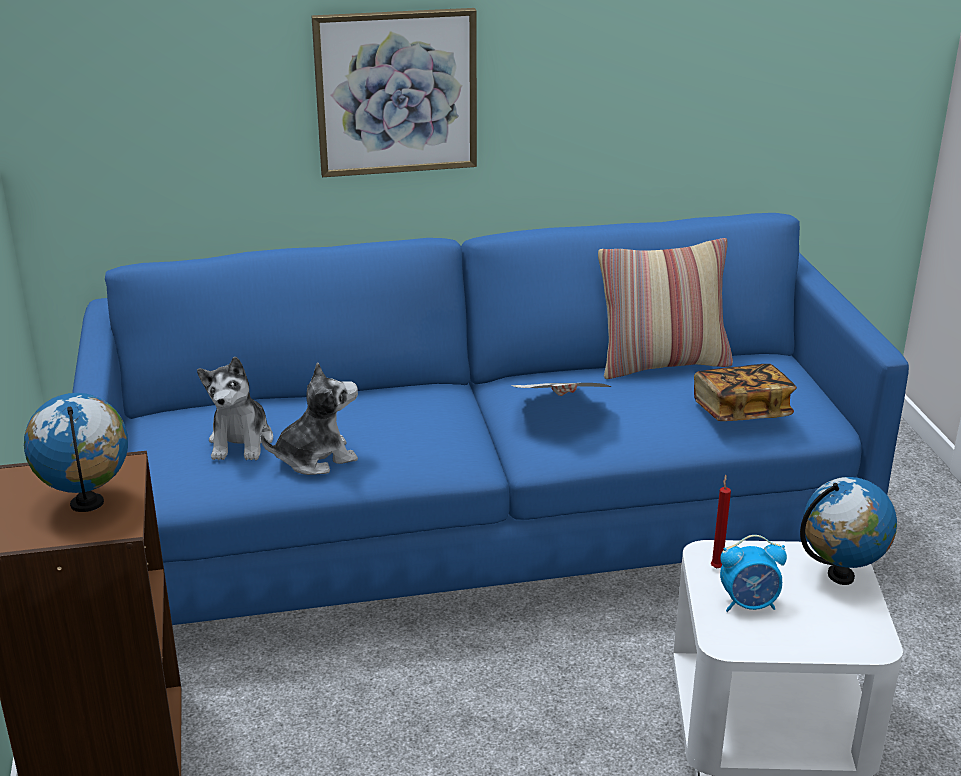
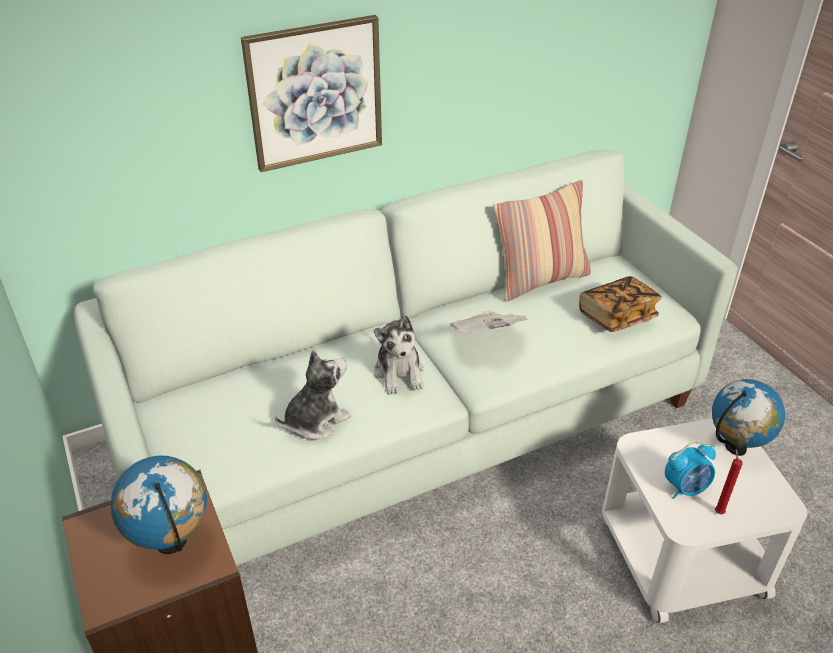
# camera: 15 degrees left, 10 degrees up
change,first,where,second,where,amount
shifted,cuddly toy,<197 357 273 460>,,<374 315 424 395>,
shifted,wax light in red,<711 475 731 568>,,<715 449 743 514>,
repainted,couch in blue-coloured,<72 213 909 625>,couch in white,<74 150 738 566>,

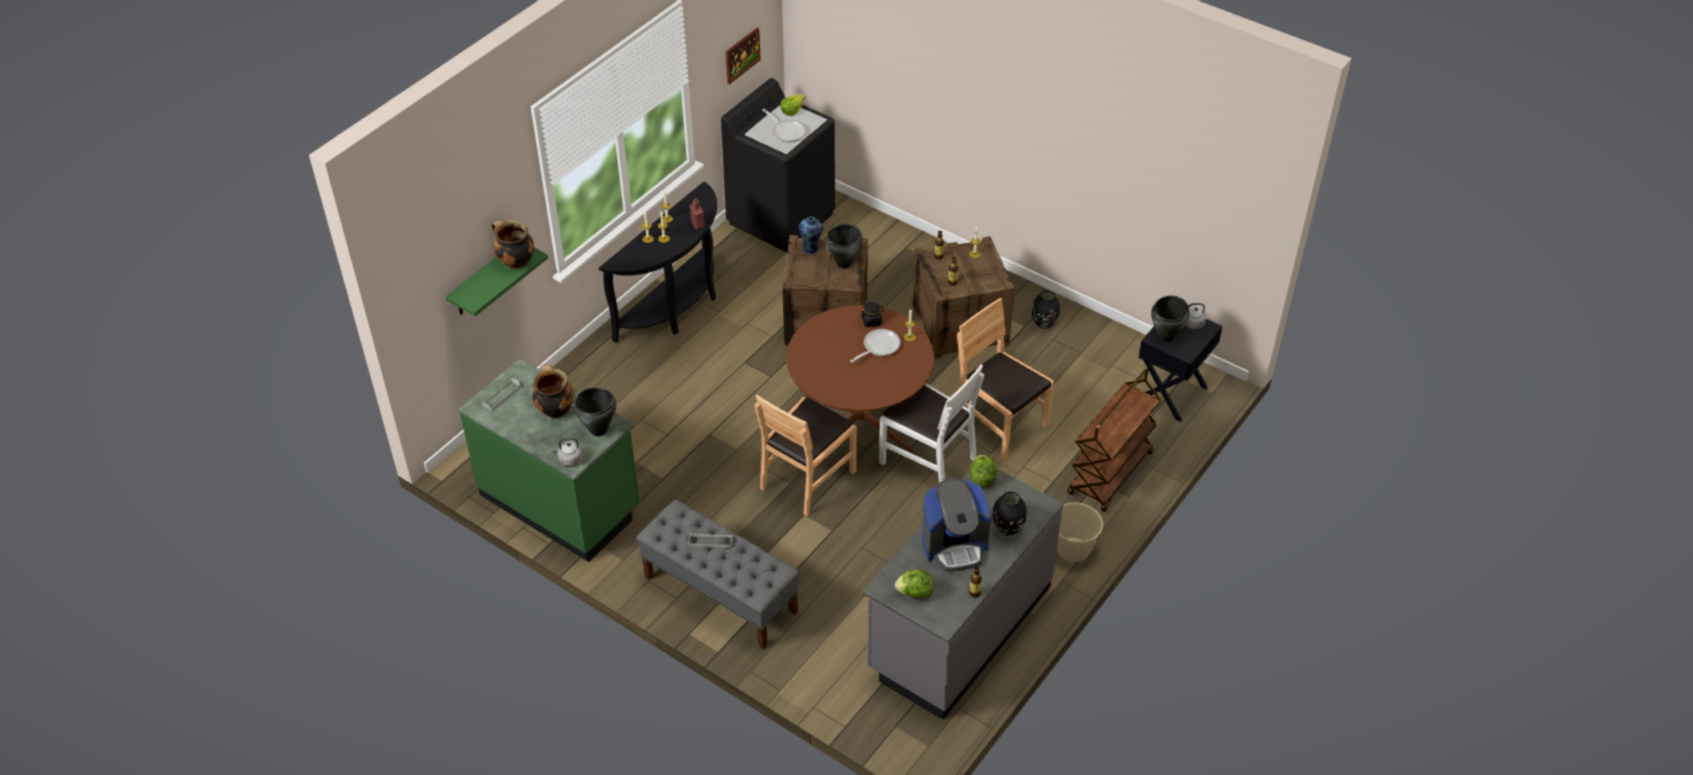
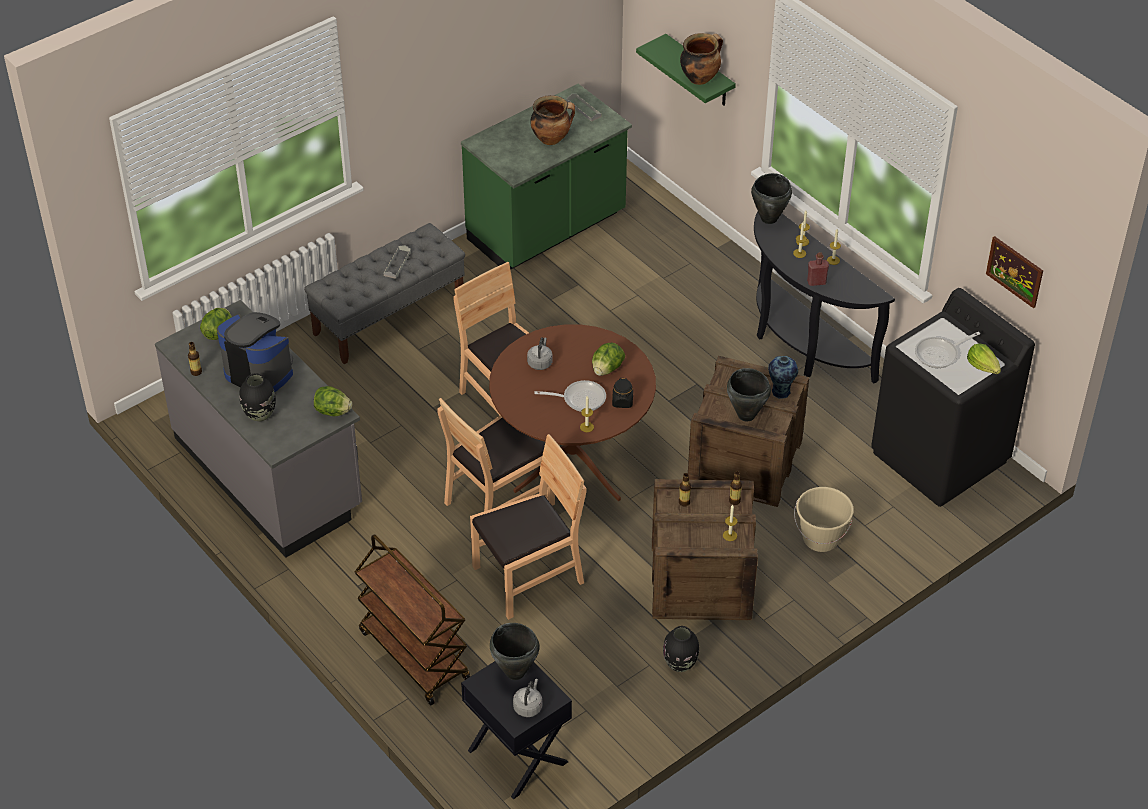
# camera: 105 degrees right, 0 degrees up
change,first,where,second,where,amount
new,,,lettuce head,<592 343 625 376>,
shifted,tea kettle in grey,<550 438 583 466>,,<527 337 553 370>,
shifted,saucepot in black,<573 387 616 436>,,<751 173 792 224>,
shifted,water bucket in sand-coloured,<1057 502 1103 562>,,<794 487 854 552>,
repainted,chair in white,<879 364 984 483>,chair in brown,<437 398 555 511>,
rotated,pan,<850 329 901 362>,,<534 380 606 412>,60 degrees counterclockwise
rotated,coffee machine,<922 478 991 571>,,<217 312 293 392>,120 degrees clockwise

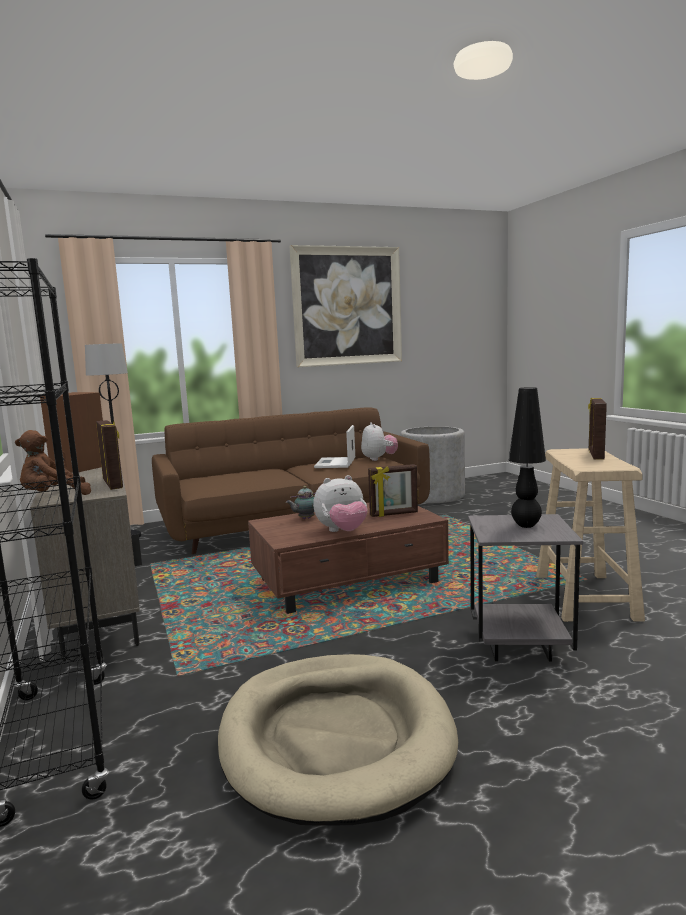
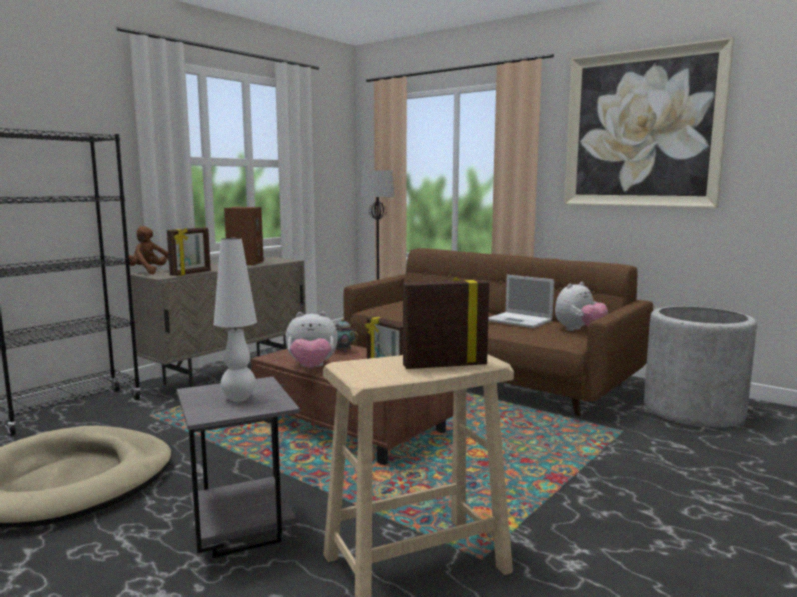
# camera: 60 degrees right, 0 degrees up
change,first,where,second,where,amount
repainted,lamp for a table in black,<509 387 546 528>,lamp for a table in white,<214 238 257 402>,
rotated,cuddly toy,<313 475 368 532>,,<285 312 338 368>,45 degrees counterclockwise
rotated,portable computer,<314 425 355 468>,,<488 275 554 328>,120 degrees counterclockwise

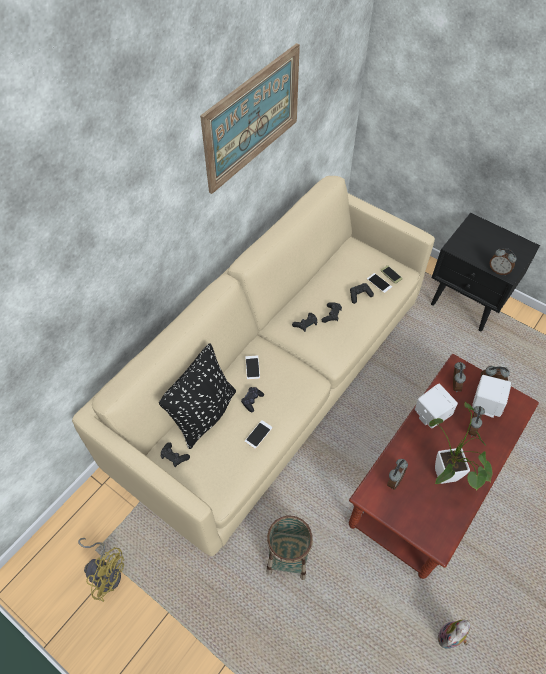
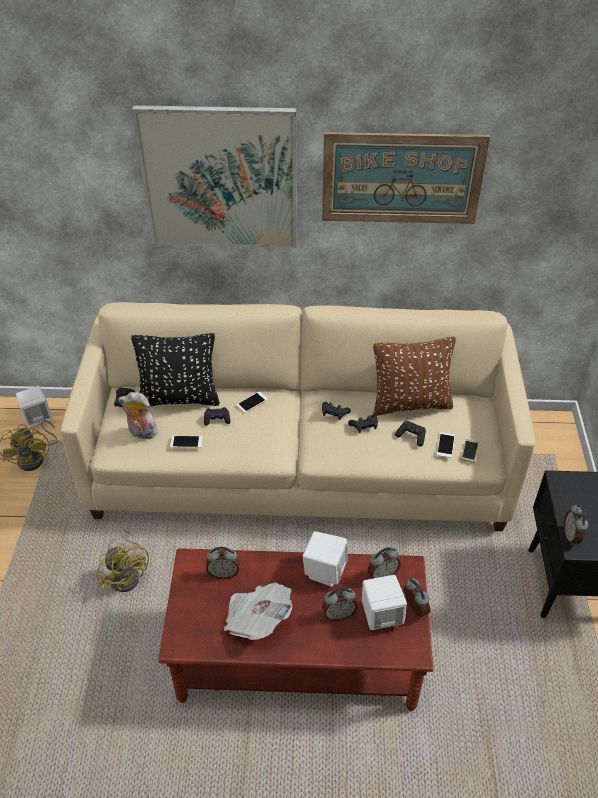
# camera: 55 degrees right, 10 degrees down
change,first,where,second,where,amount
new,,,audio speaker in white,<16 386 52 428>,
new,,,wall art,<132 105 297 248>,
new,,,pillow in brown,<373 337 456 416>,
shifted,cuddly toy,<438 619 470 649>,,<118 392 158 439>,
swapped,basket,<266 516 313 580>,cooling fan in yellowish,<97 530 149 592>,
swapped,houseplant,<429 401 493 491>,newspaper,<224 582 292 640>,

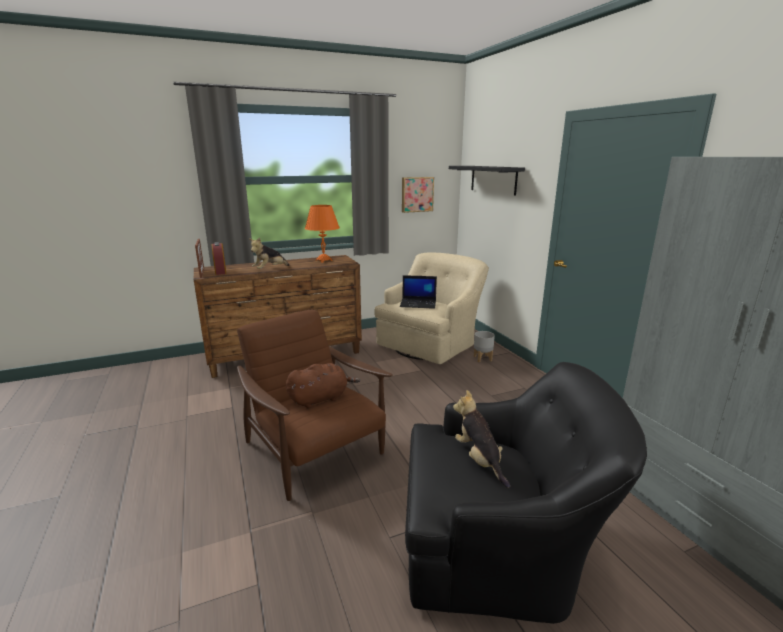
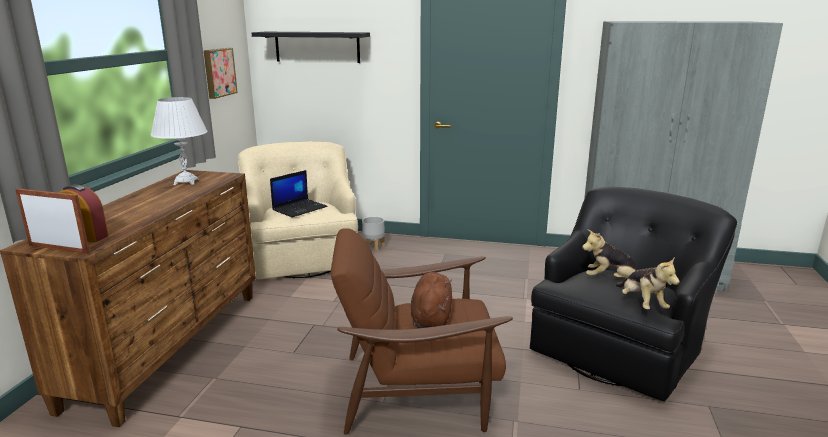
# camera: 55 degrees left, 0 degrees up
change,first,where,second,where,amount
shifted,cuddly toy,<249 238 289 269>,,<615 258 680 309>,
repainted,lamp for a table in orange,<305 205 340 263>,lamp for a table in white,<151 97 207 185>,

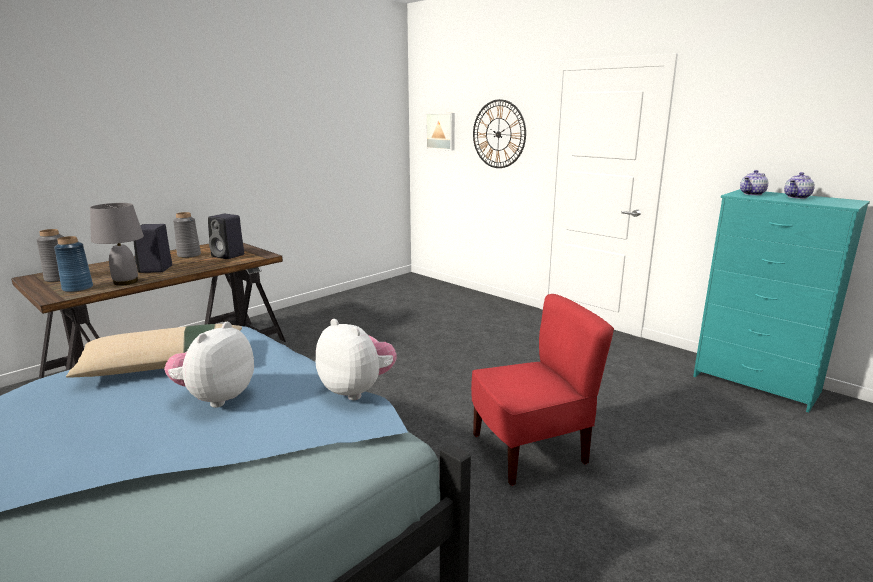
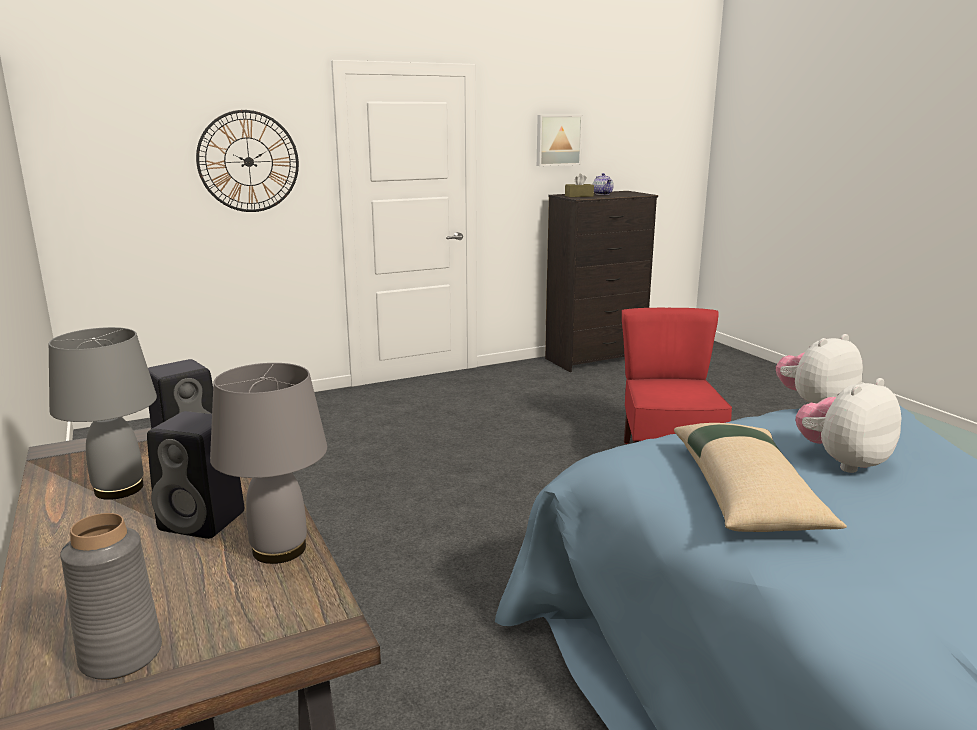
# camera: 70 degrees left, 0 degrees up
change,first,where,second,where,amount
gone,vase in blue-coloured,<54 236 93 293>,,,
shifted,wall art,<426 113 455 151>,,<537 115 583 166>,
swapped,vase in grey,<173 212 201 258>,lamp for a table in grey,<49 327 157 500>,
swapped,pot for tea,<740 170 768 195>,tissue holder in brown,<565 174 594 197>,
repainted,chest of drawers in turquoise-coloured,<693 189 870 413>,chest of drawers in black,<545 191 658 372>,
rotated,cuddly toy,<164 322 254 408>,,<796 378 901 473>,105 degrees clockwise

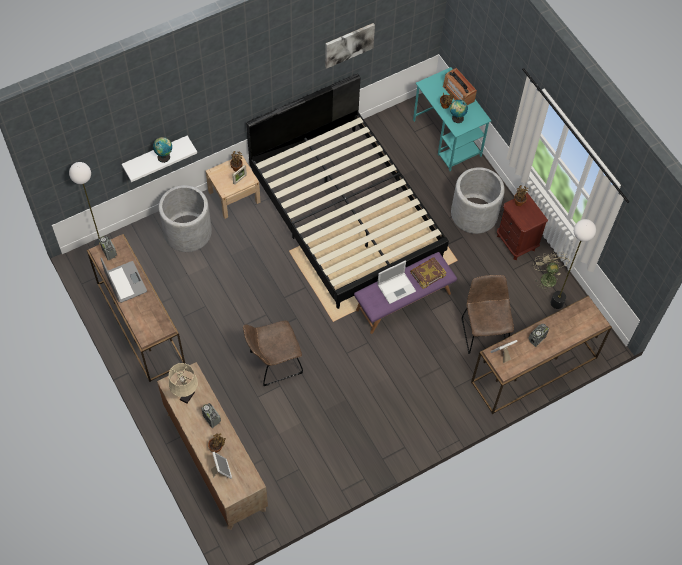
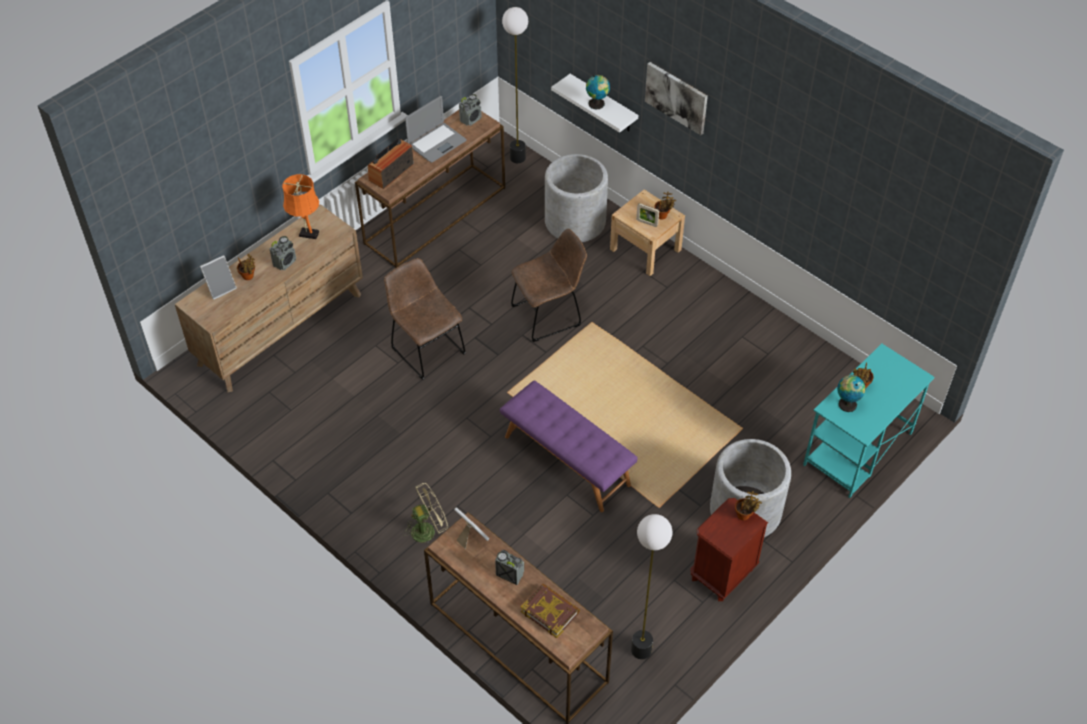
# camera: 75 degrees right, 10 degrees down
change,first,where,second,where,amount
gone,sleeping bed in black,<246 74 449 309>,,,
gone,portable computer,<377 260 416 304>,,,
shifted,wall art,<325 23 375 68>,,<645 62 708 135>,
shifted,book,<410 257 447 289>,,<521 584 580 638>,
shifted,radio set,<443 68 477 105>,,<368 139 414 189>,
shifted,chair in brown,<461 275 514 354>,,<511 229 587 342>,
shifted,cooling fan in sand-coloured,<533 252 570 291>,,<403 483 448 543>,
repainted,lamp for a table in sand-coloured,<169 363 198 404>,lamp for a table in orange,<282 174 319 239>,

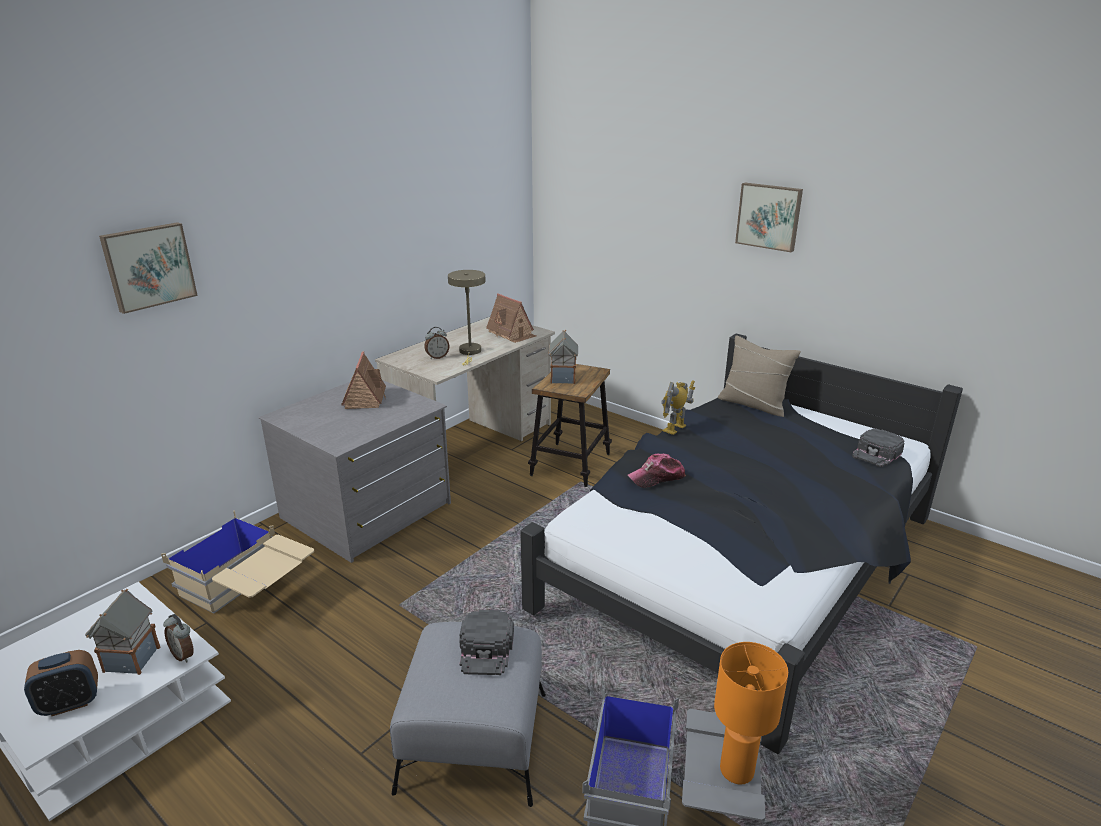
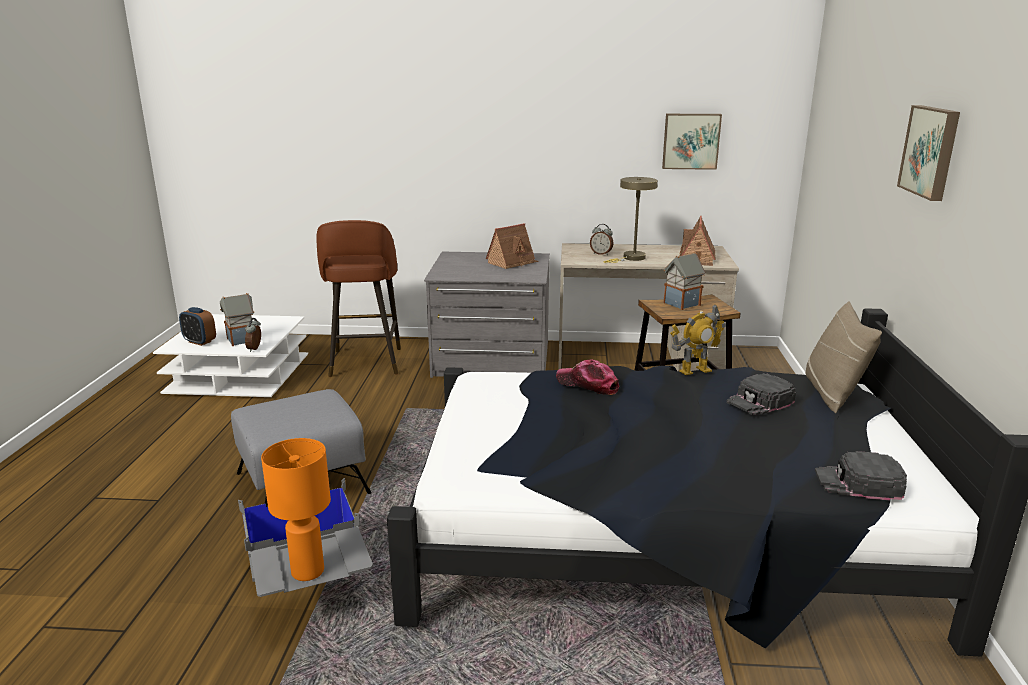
# camera: 55 degrees right, 5 degrees down
change,first,where,second,where,amount
shifted,wall art,<99 222 198 314>,,<662 114 722 170>,
shifted,peaked cap in black,<459 610 514 675>,,<726 373 796 416>,
swapped,storage bin in sand-coloured,<161 510 314 613>,stool seat in brown,<316 220 401 377>,
rotated,toy robot,<661 381 695 435>,,<670 304 726 375>,150 degrees clockwise

